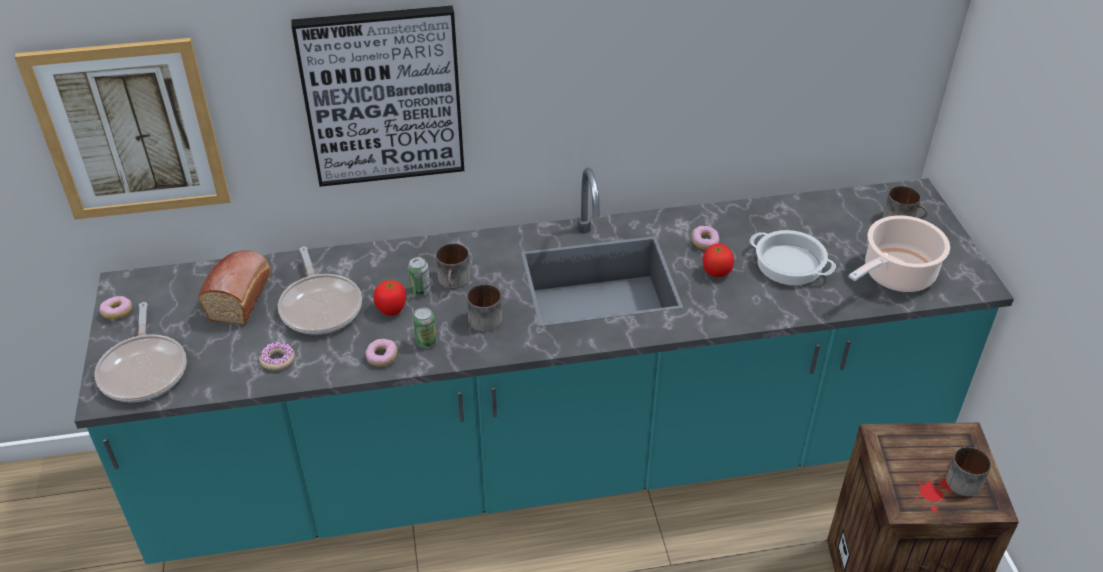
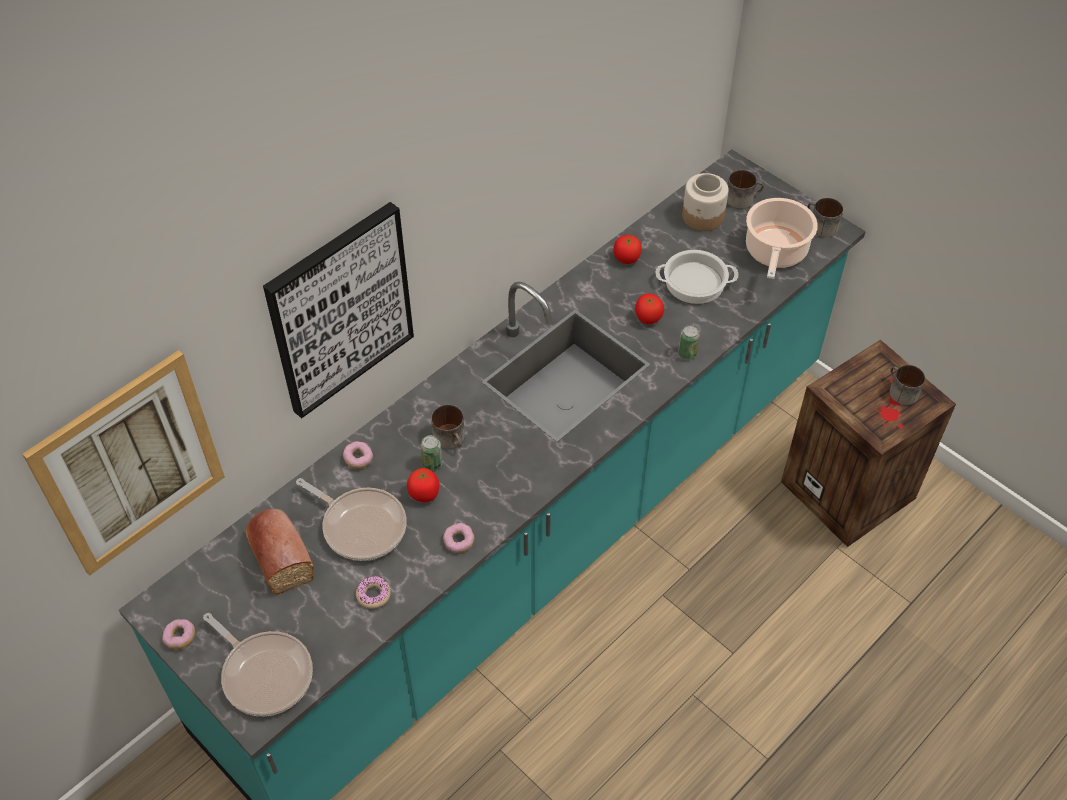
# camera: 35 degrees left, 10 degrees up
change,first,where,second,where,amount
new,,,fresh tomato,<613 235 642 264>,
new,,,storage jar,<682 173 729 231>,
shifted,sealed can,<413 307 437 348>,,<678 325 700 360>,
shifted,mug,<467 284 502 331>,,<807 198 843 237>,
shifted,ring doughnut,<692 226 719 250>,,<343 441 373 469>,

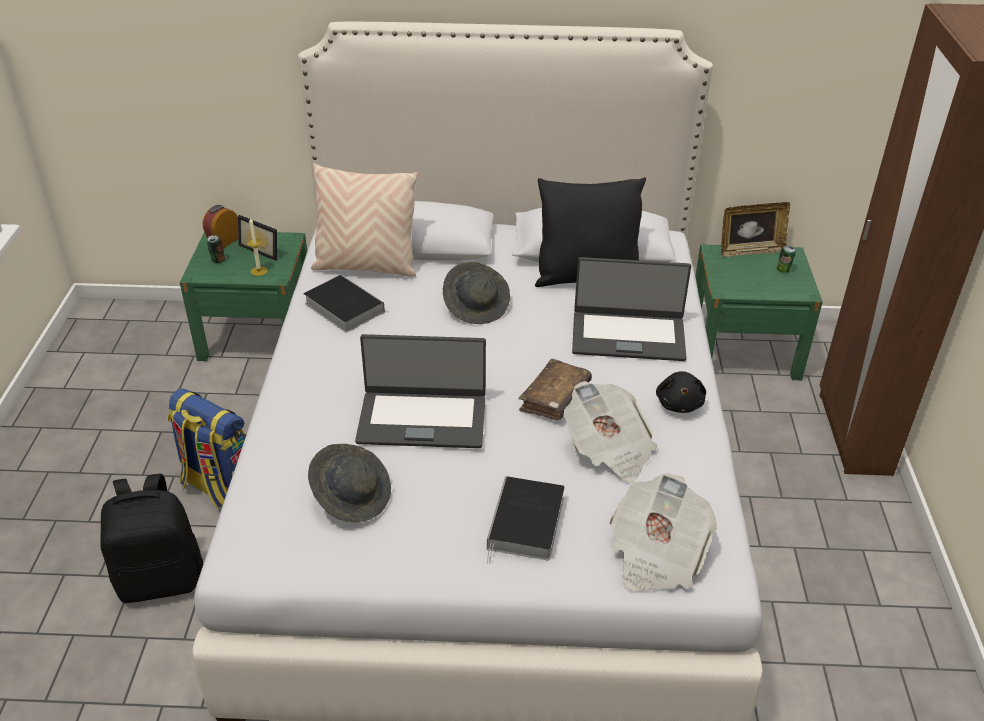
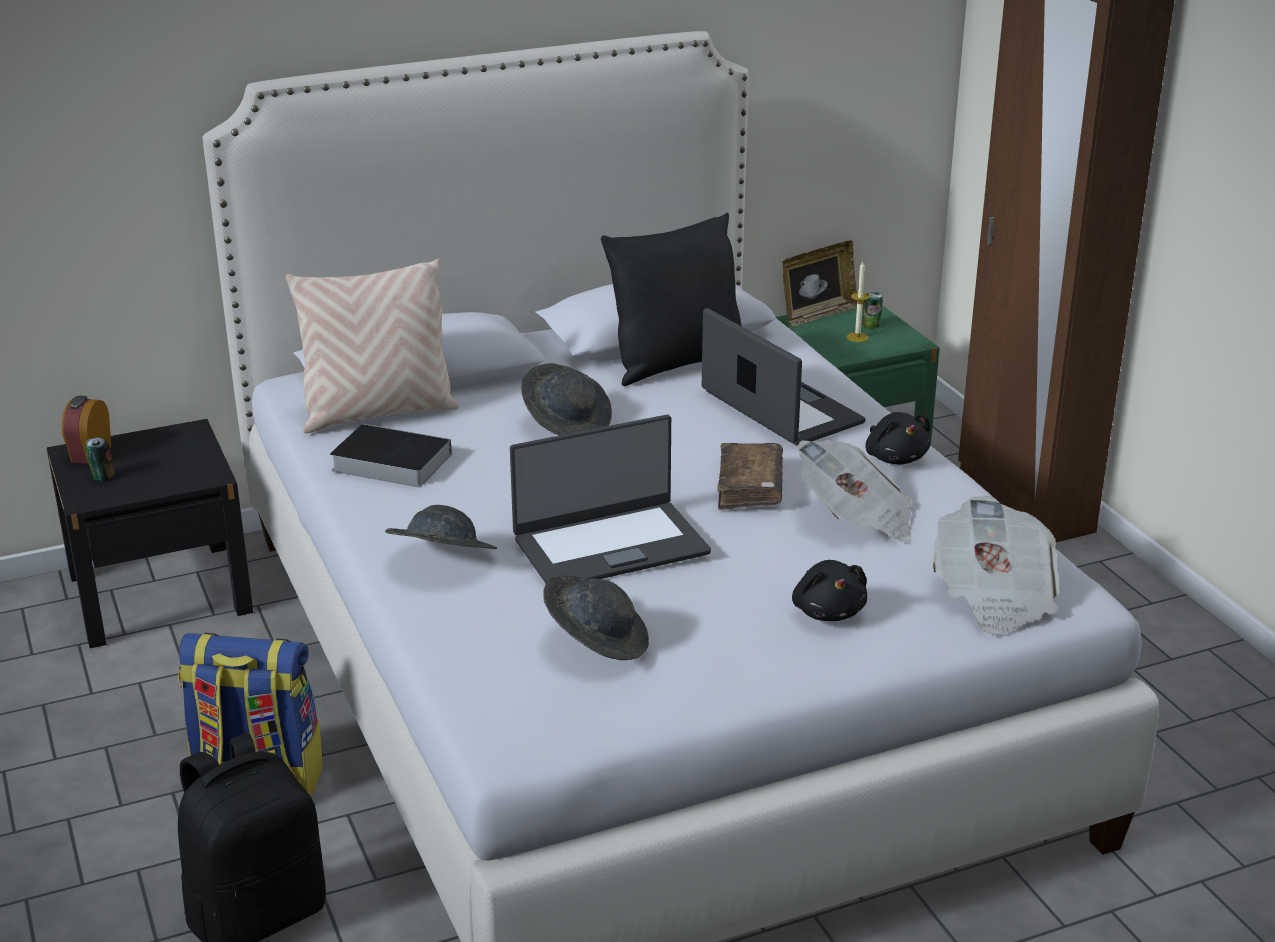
# camera: 25 degrees left, 10 degrees down
change,first,where,second,where,amount
gone,standing frame,<238 215 277 261>,,,
new,,,hat in grey,<385 505 497 549>,
shifted,wax light,<247 217 267 276>,,<847 261 870 342>,
swapped,book,<487 476 565 564>,cuddly toy in black,<792 560 867 621>,
repainted,bedside table in green-coloured,<180 232 307 361>,bedside table in black,<47 419 253 648>,
rotated,portable computer,<572 257 691 361>,,<702 308 866 446>,105 degrees counterclockwise

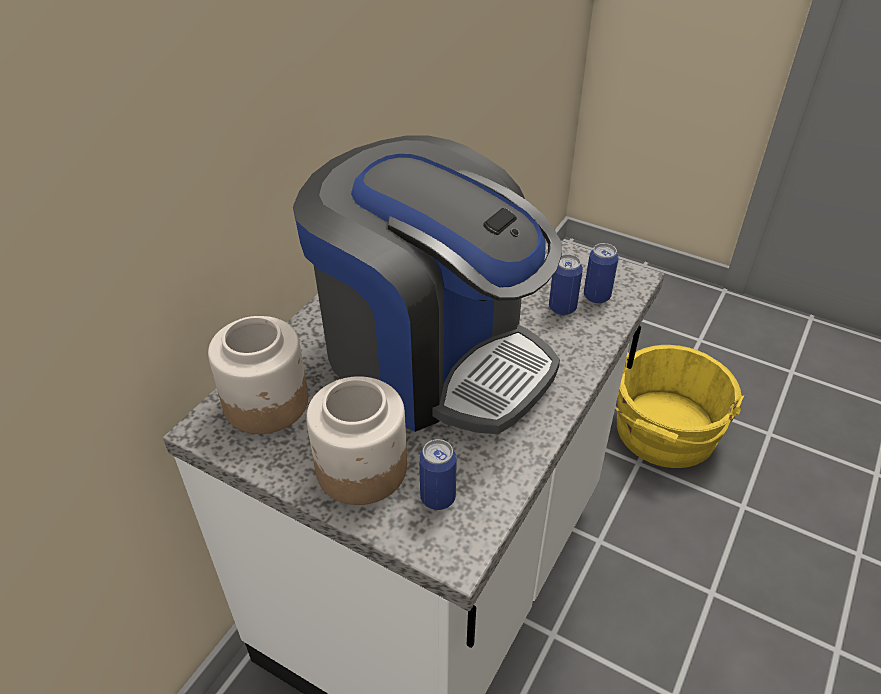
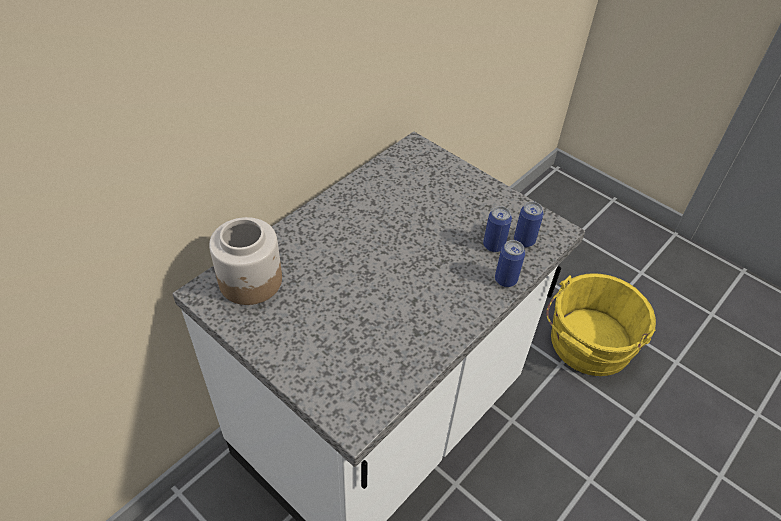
# camera: 10 degrees right, 5 degrees up
change,first,where,second,where,amount
gone,coffee machine,<293 135 562 434>,,,
gone,storage jar,<306 376 407 505>,,,
shifted,sealed can,<419 439 457 510>,,<495 240 525 287>,

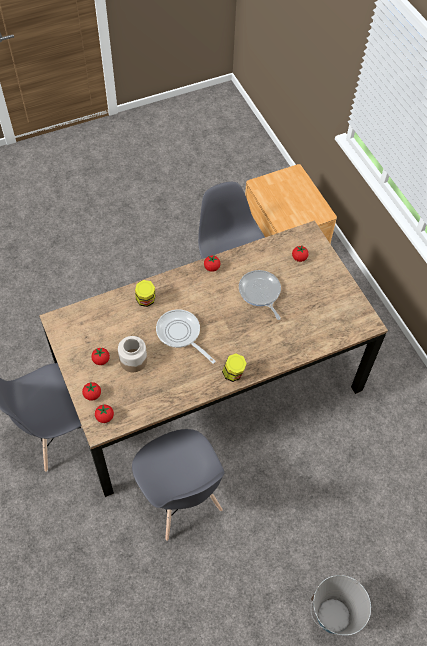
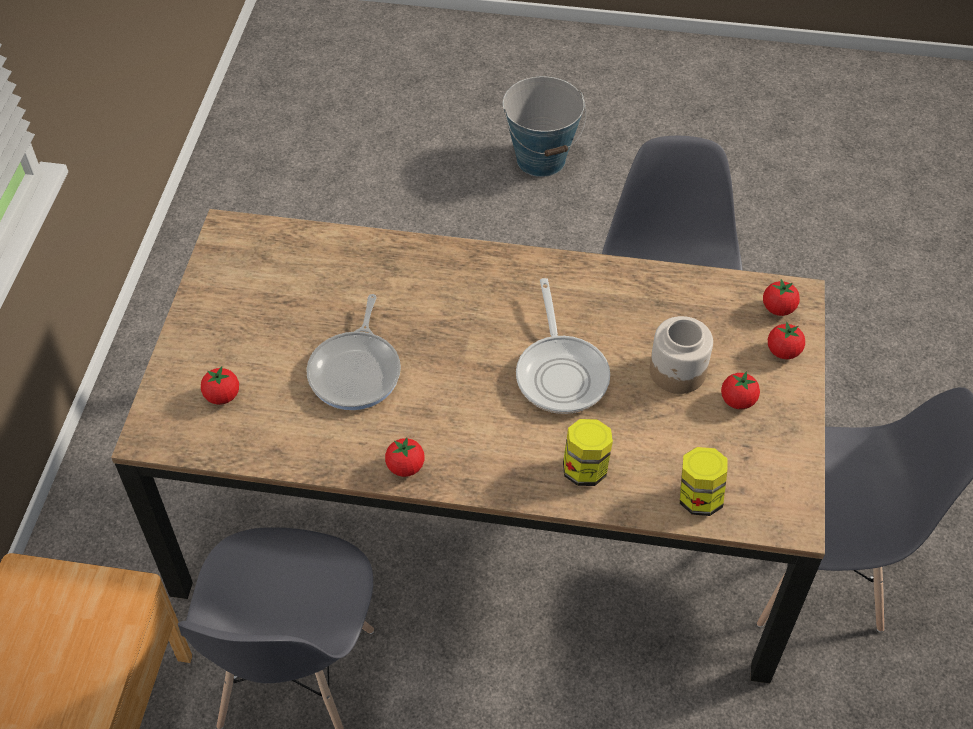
# camera: 145 degrees left, 5 degrees down
change,first,where,second,where,amount
shifted,storage jar,<222 354 247 382>,,<680 447 728 516>,

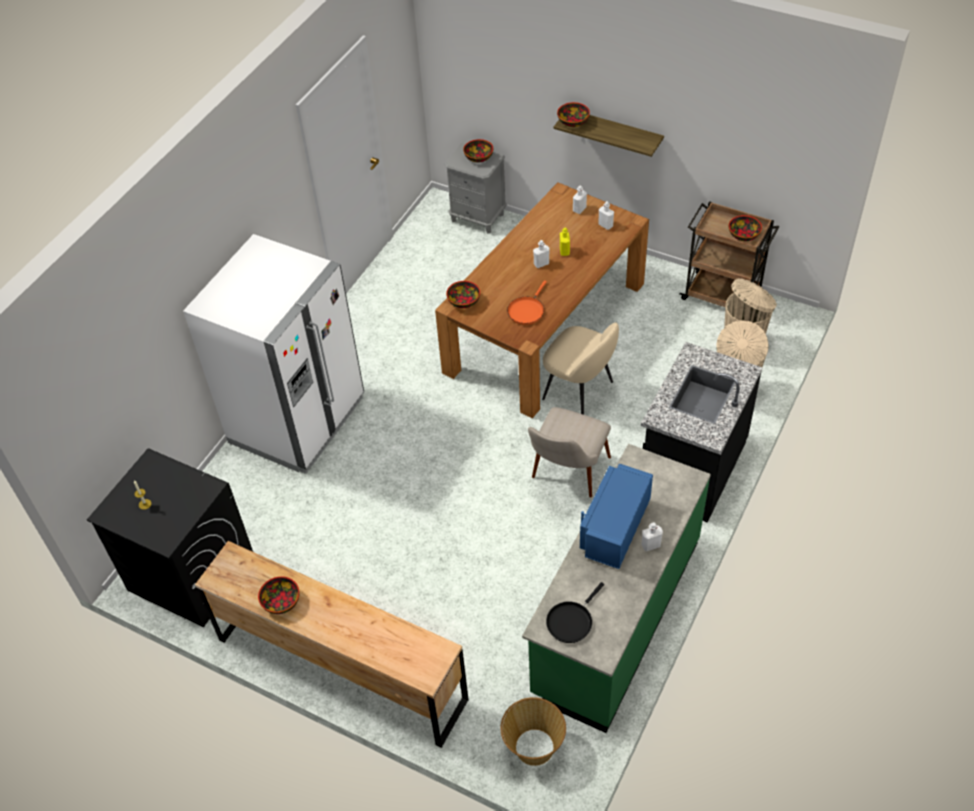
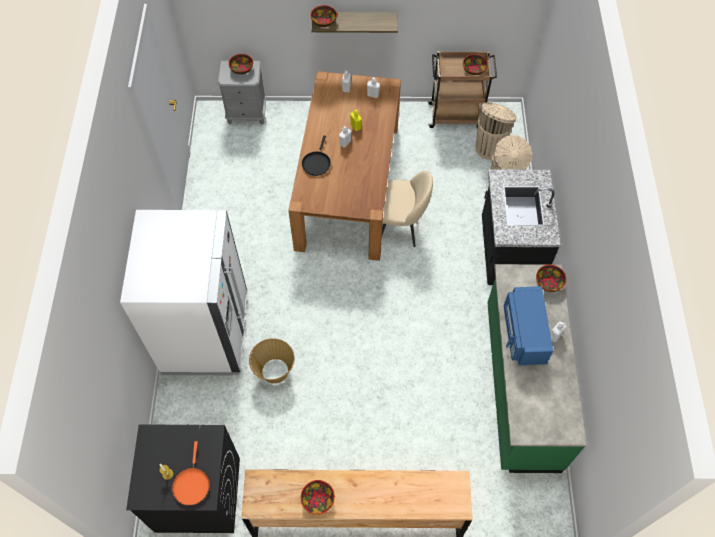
# camera: 30 degrees left, 10 degrees up
change,first,where,second,where,amount
gone,chair in sand-coloured,<528 407 611 498>,,,
shifted,deep dish,<446 281 480 308>,,<536 265 567 292>,
shifted,basket,<501 697 566 766>,,<249 338 294 384>,
shifted,pan in orange,<507 280 547 325>,,<172 441 210 506>,
shifted,pan in black,<546 582 604 643>,,<302 136 331 176>,

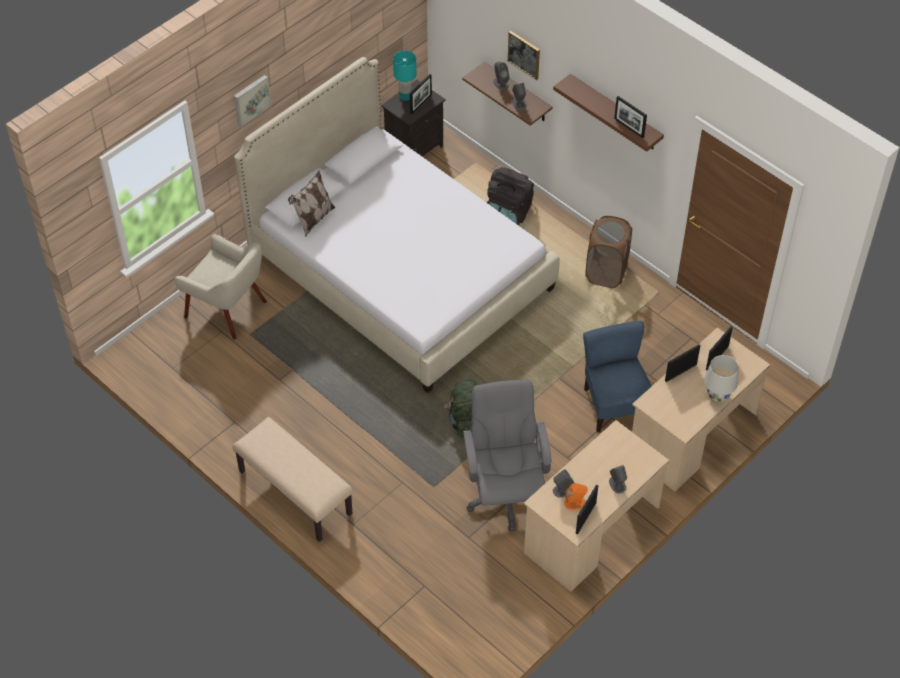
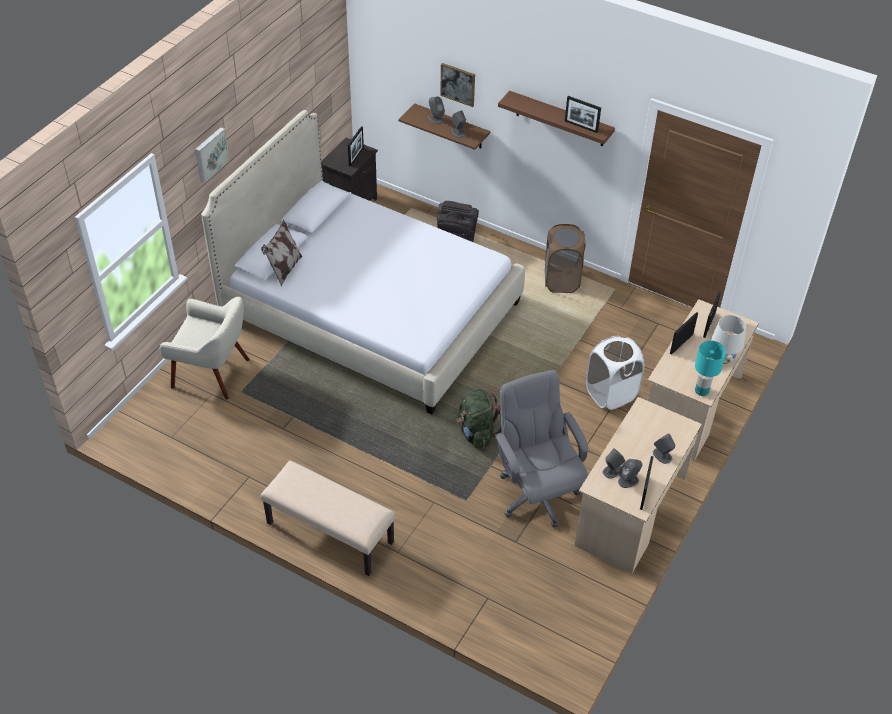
# camera: 15 degrees left, 5 degrees down
change,first,where,second,where,amount
shifted,lamp for a table in turquoise-coloured,<393 50 416 101>,,<695 340 726 396>,
swapped,chair in blue-coloured,<583 321 652 433>,laundry basket in white,<586 336 644 410>,
repainted,audio speaker in orange,<564 483 588 510>,audio speaker in grey,<618 459 642 488>,

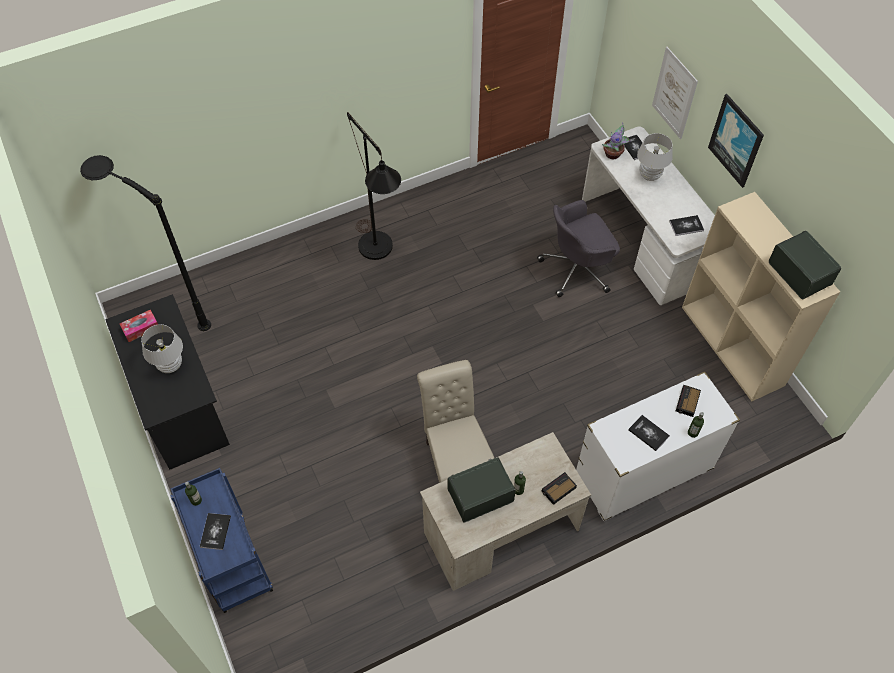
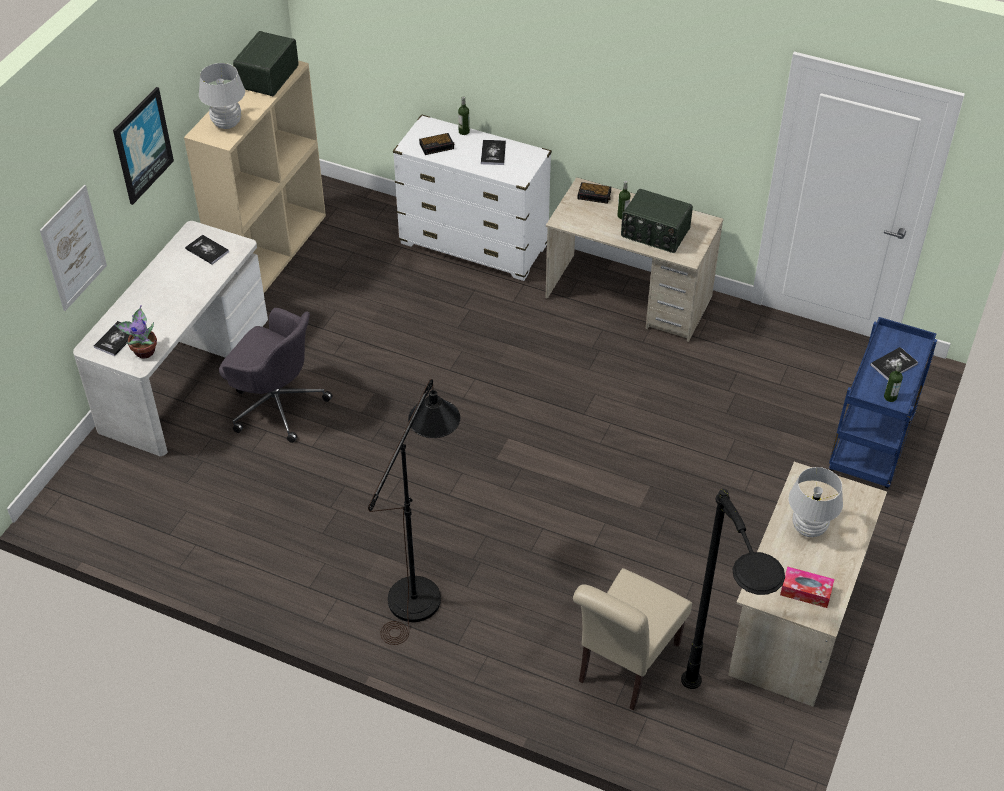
# camera: 130 degrees left, 10 degrees down
change,first,where,second,where,amount
shifted,chair in sand-coloured,<417 360 494 483>,,<573 568 692 710>,
shifted,lamp for a table in white,<637 133 673 181>,,<199 63 245 129>,
repainted,desk unit in black,<105 294 230 469>,desk unit in sand-coloured,<728 462 887 707>,

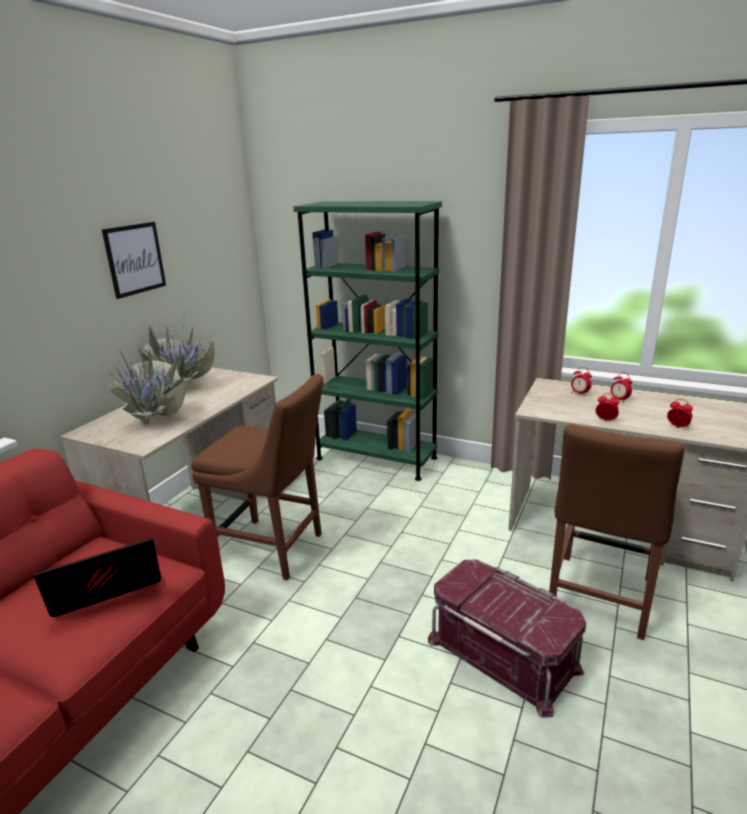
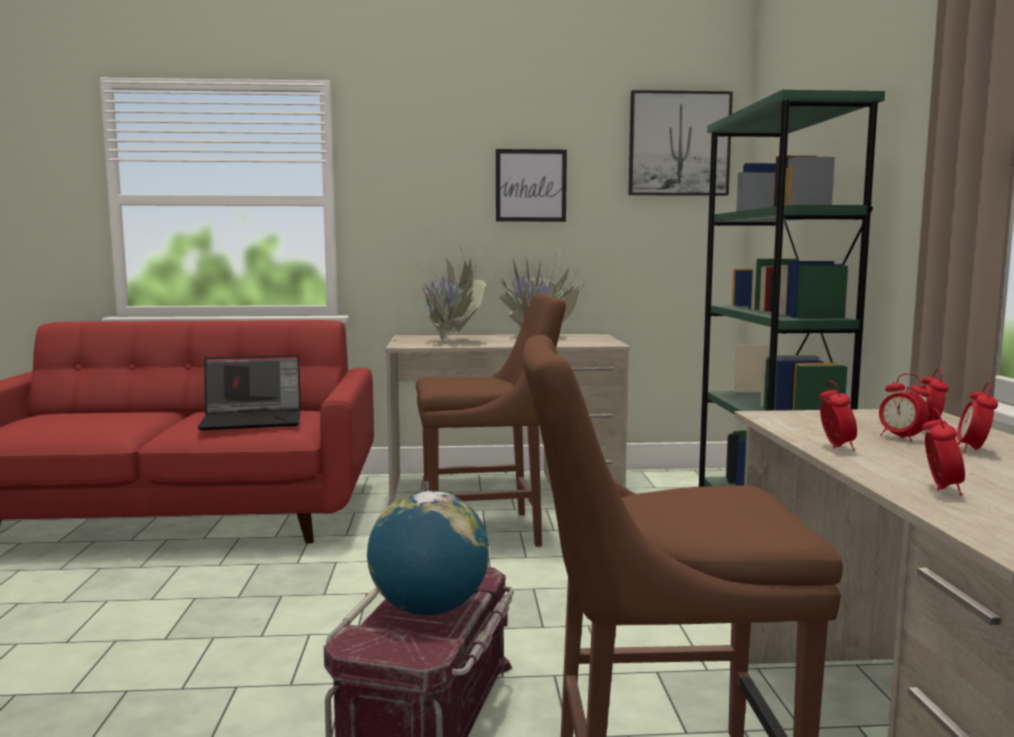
# camera: 60 degrees right, 15 degrees down
change,first,where,second,where,amount
new,,,desk globe,<367 491 489 615>,
new,,,wall art,<629 90 733 196>,
new,,,alarm clock,<879 373 929 442>,
rotated,portable computer,<33 538 161 617>,,<197 355 301 430>,135 degrees clockwise
rotated,chair in brown,<191 374 323 580>,,<416 294 566 547>,90 degrees counterclockwise

